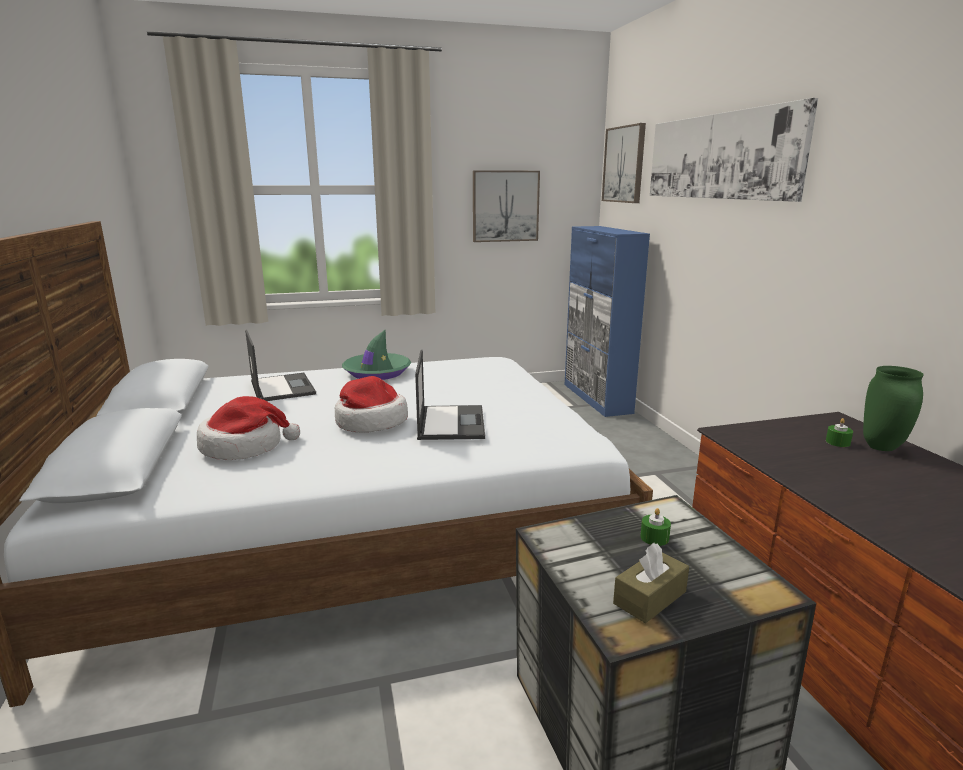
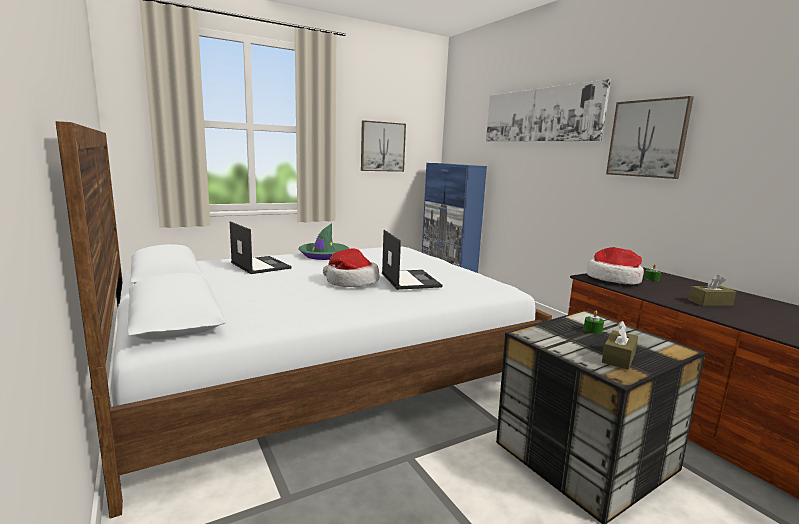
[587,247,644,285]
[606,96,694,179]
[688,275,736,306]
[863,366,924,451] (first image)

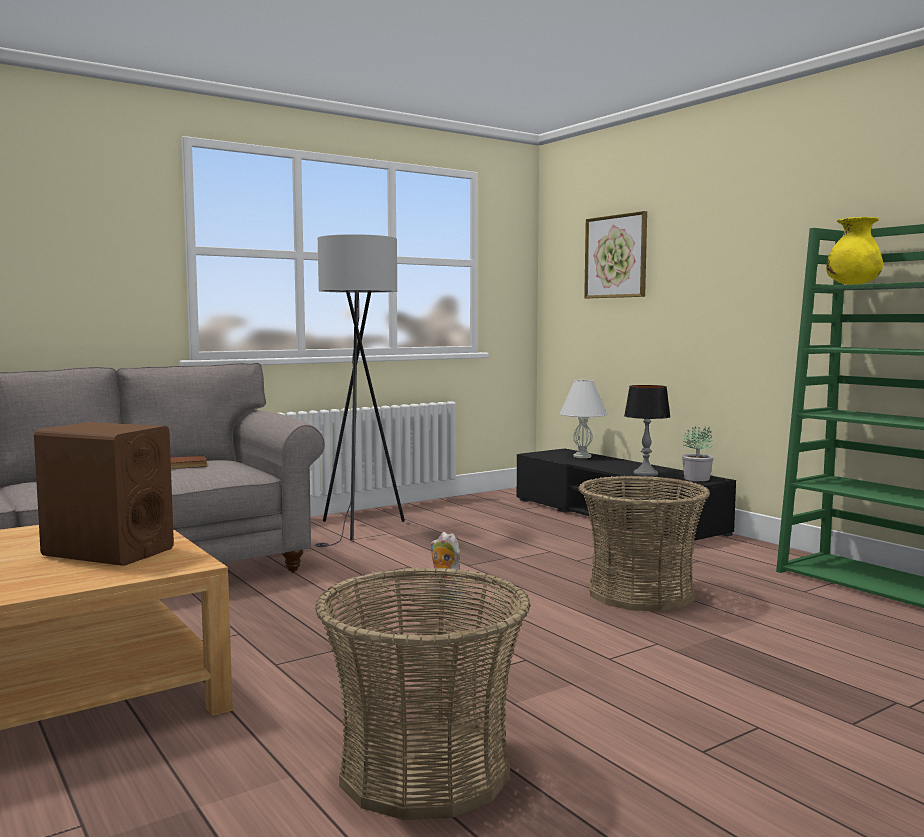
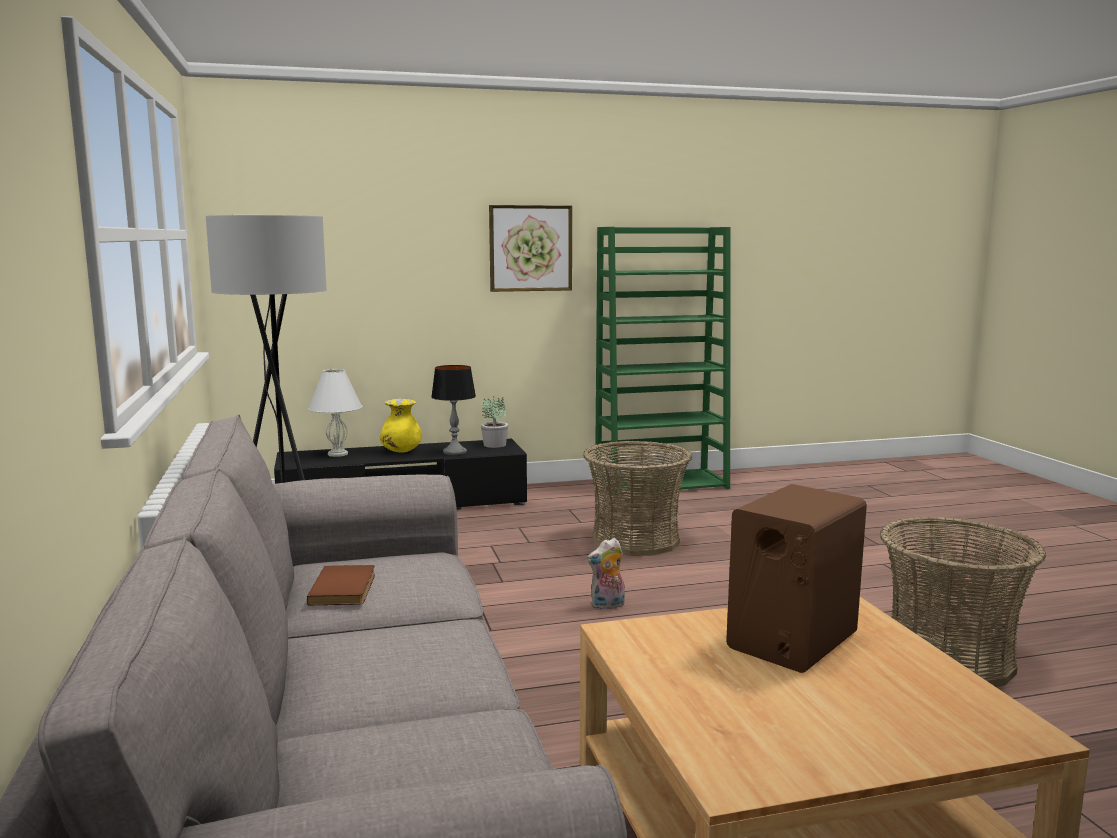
[380,399,422,453]
[489,205,572,292]

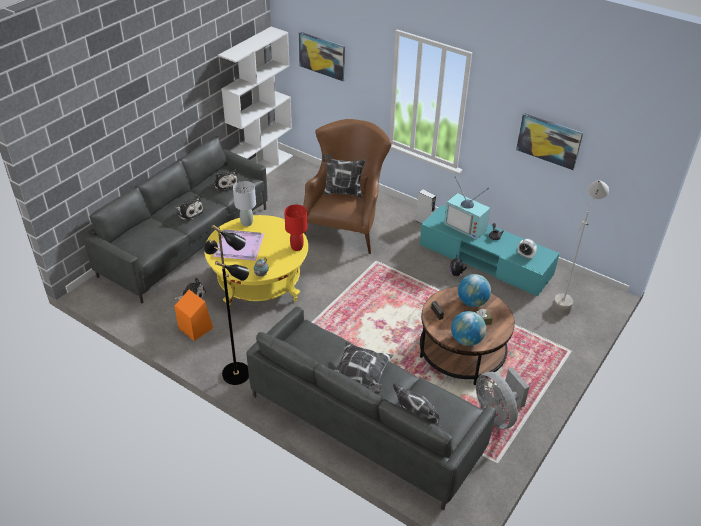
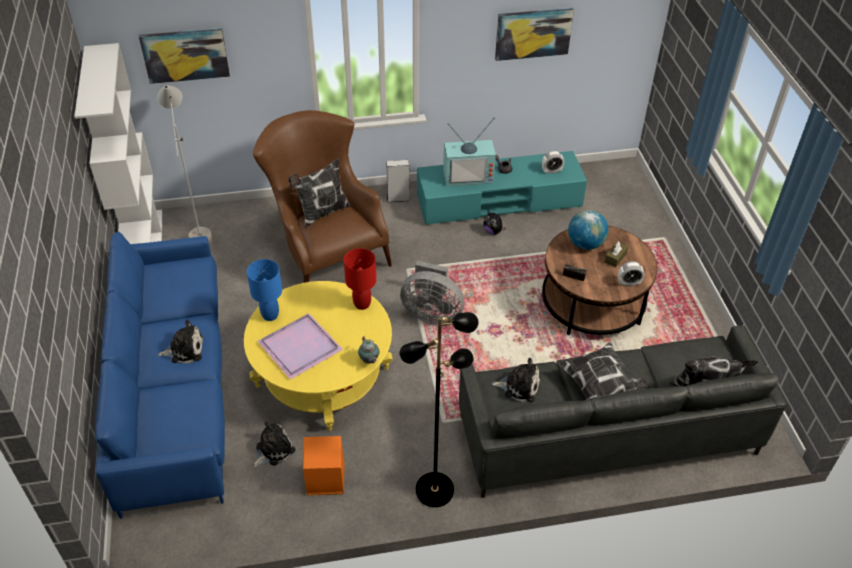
[95,232,225,519]
[157,85,214,250]
[247,259,282,321]
[400,261,465,325]
[492,358,540,402]
[618,261,644,286]

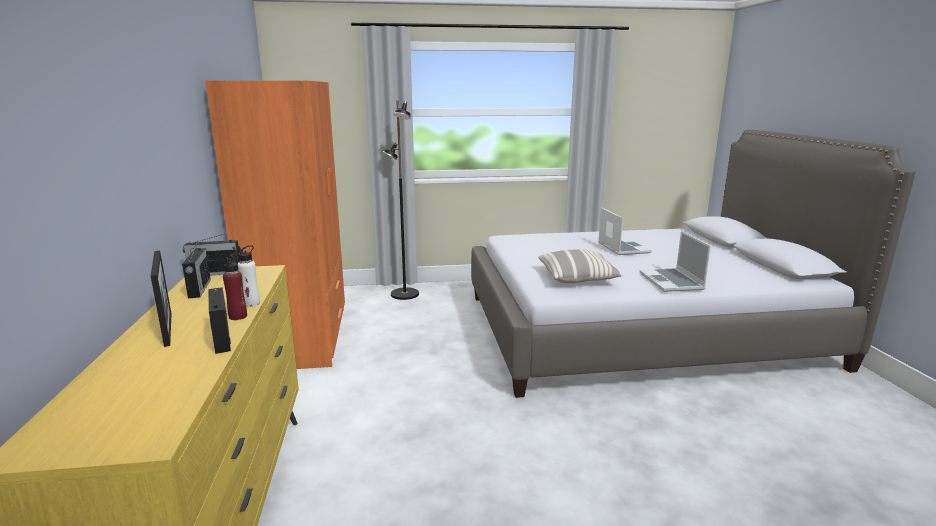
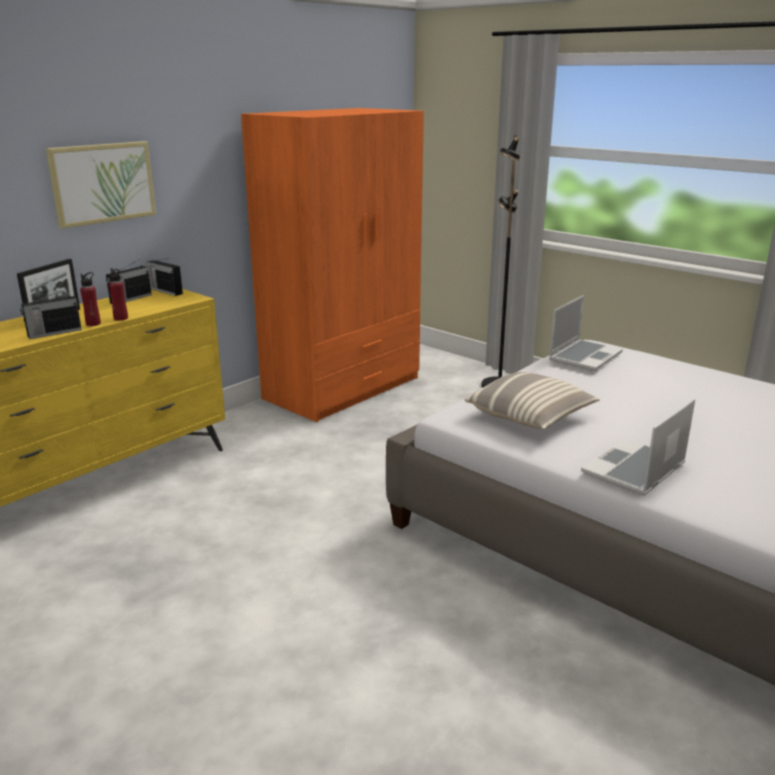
[20,290,82,339]
[46,141,156,229]
[109,268,128,321]
[549,295,623,371]

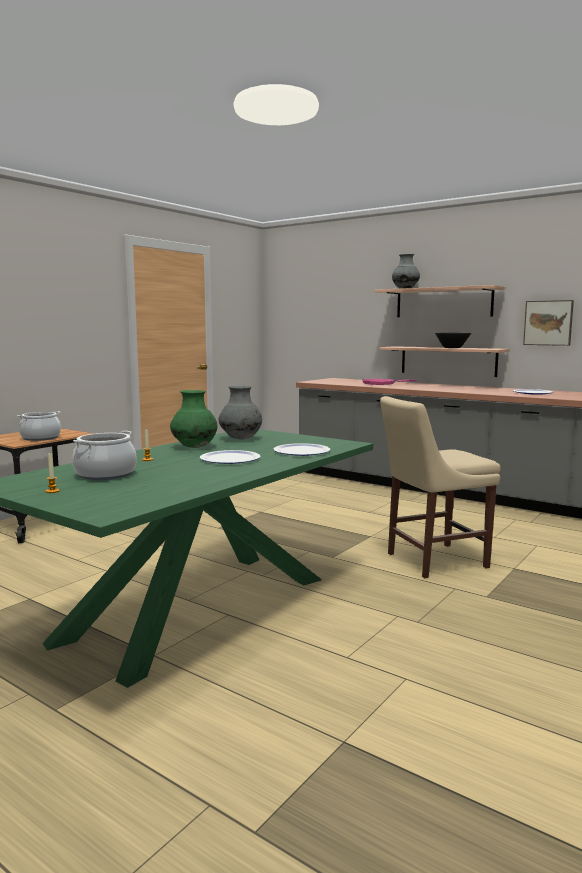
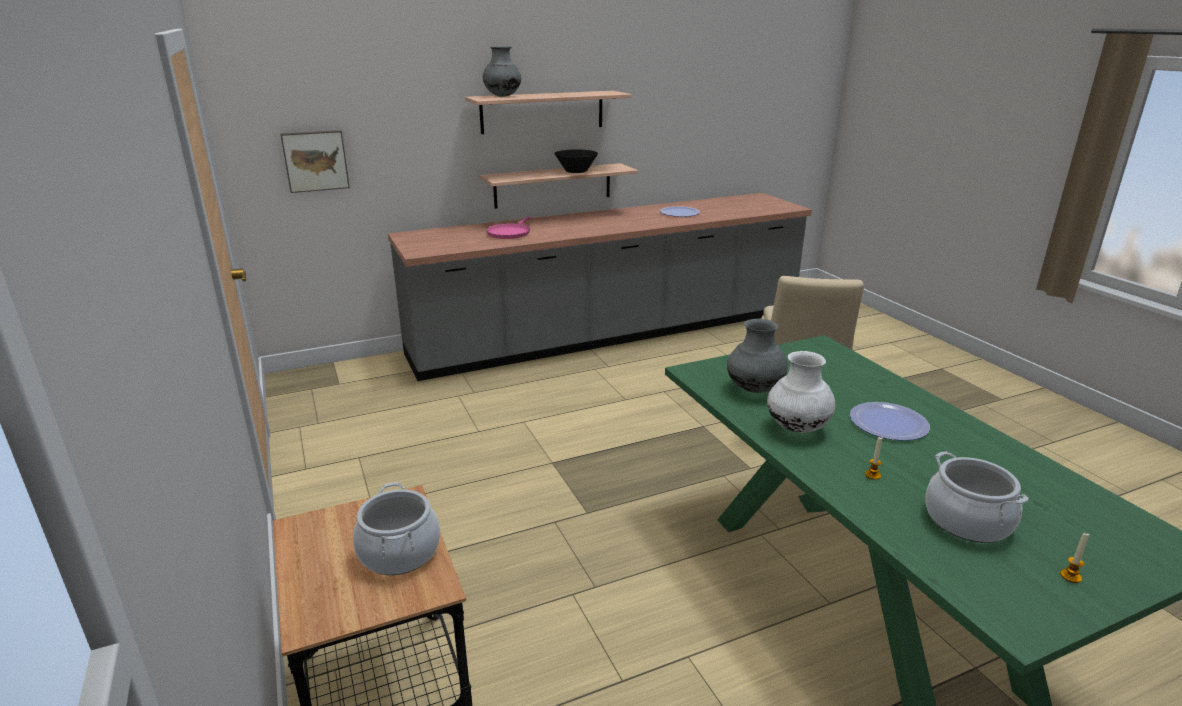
[280,130,350,193]
[767,351,835,433]
[273,443,330,456] (first image)

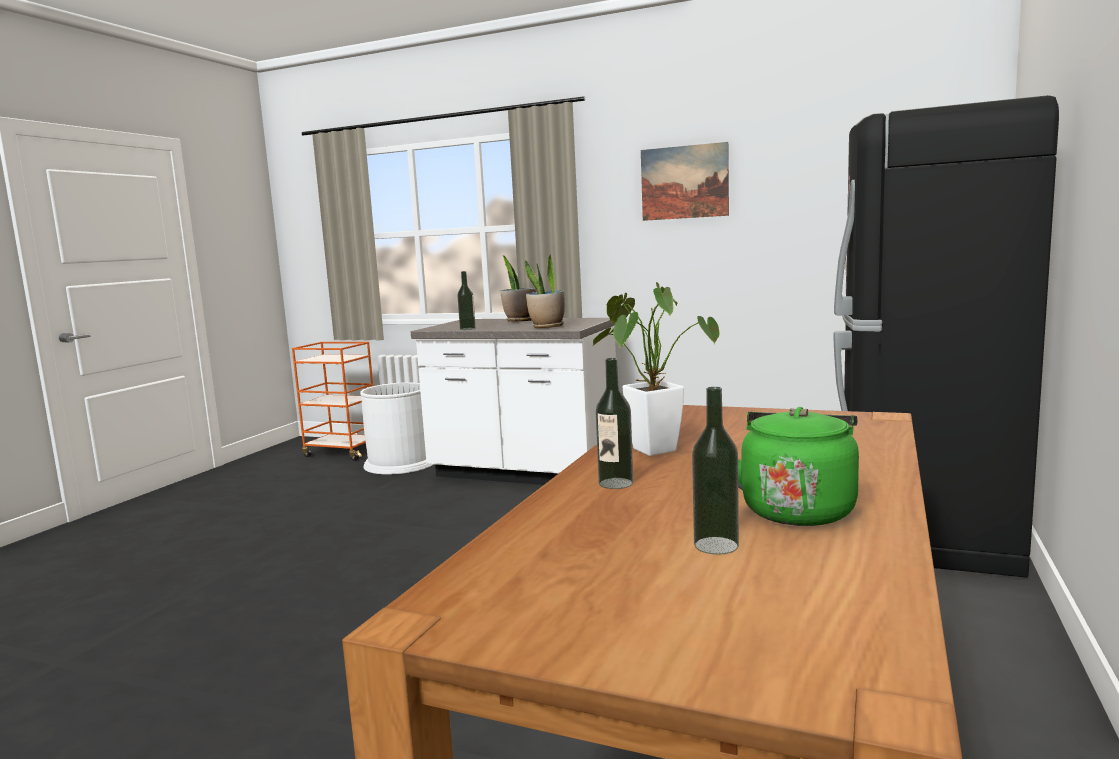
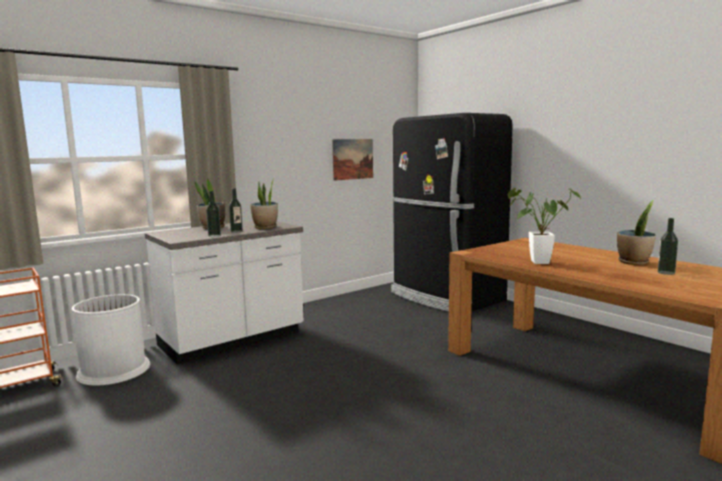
[229,189,243,233]
[332,139,373,181]
[617,200,656,265]

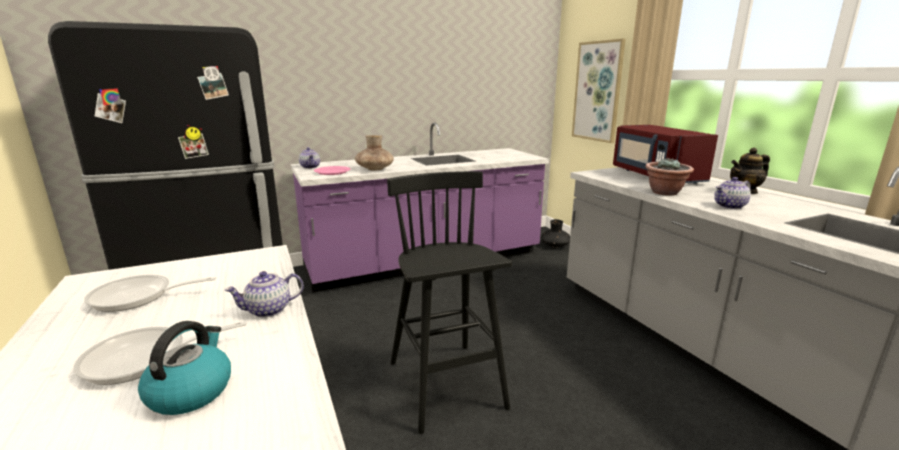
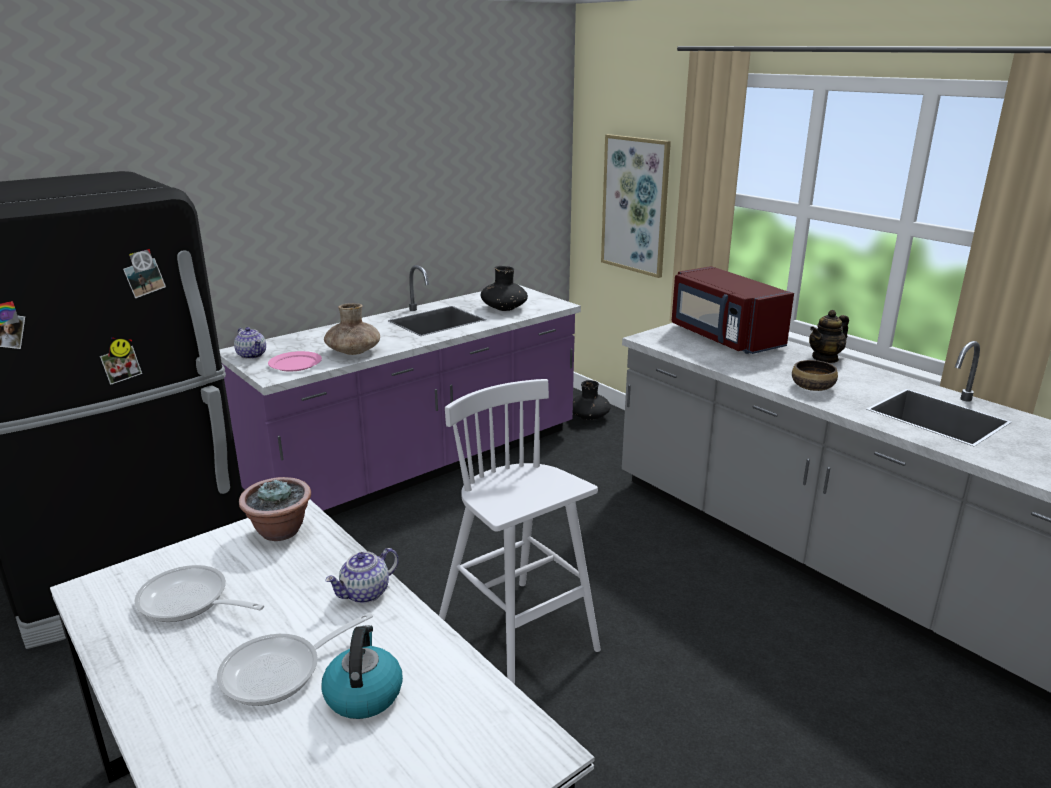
[134,565,264,622]
[239,477,311,541]
[439,379,601,684]
[481,266,528,311]
[792,360,838,391]

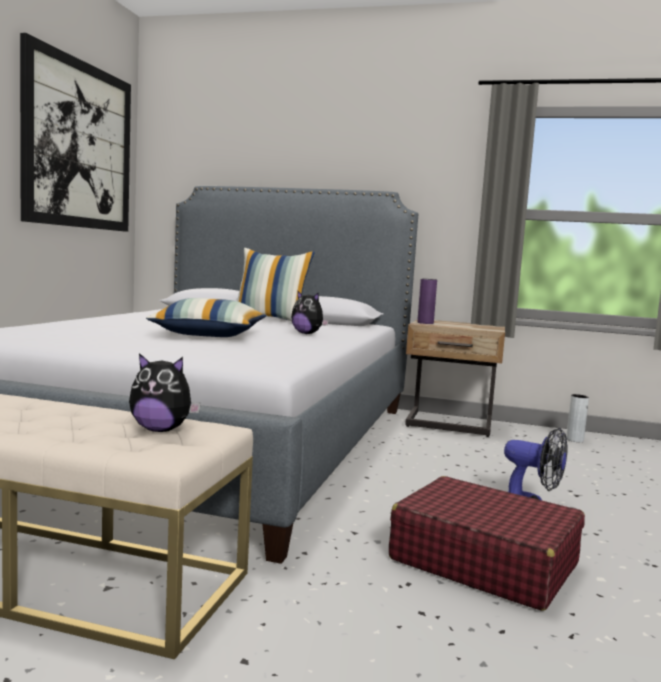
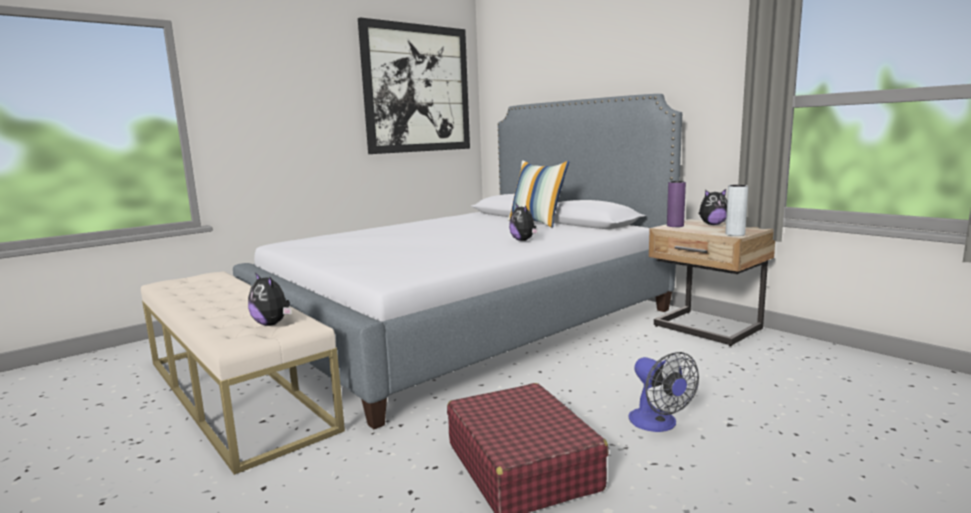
[698,189,727,225]
[726,185,748,236]
[146,298,266,337] (first image)

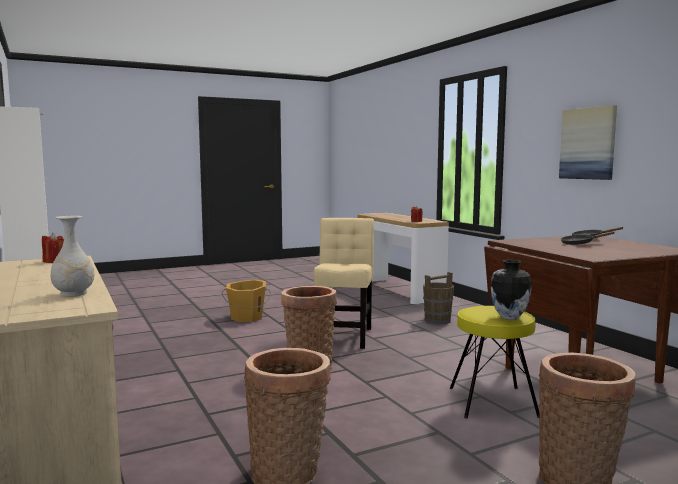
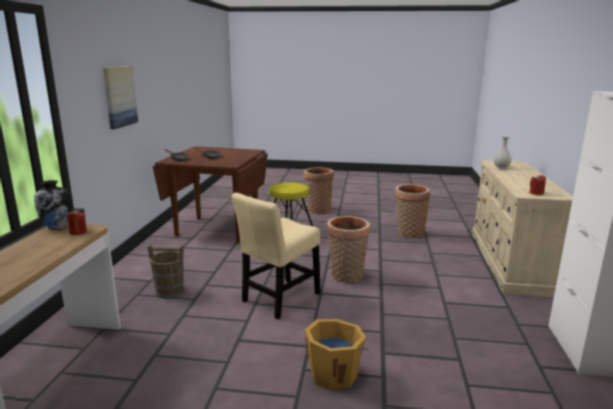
[34,180,71,229]

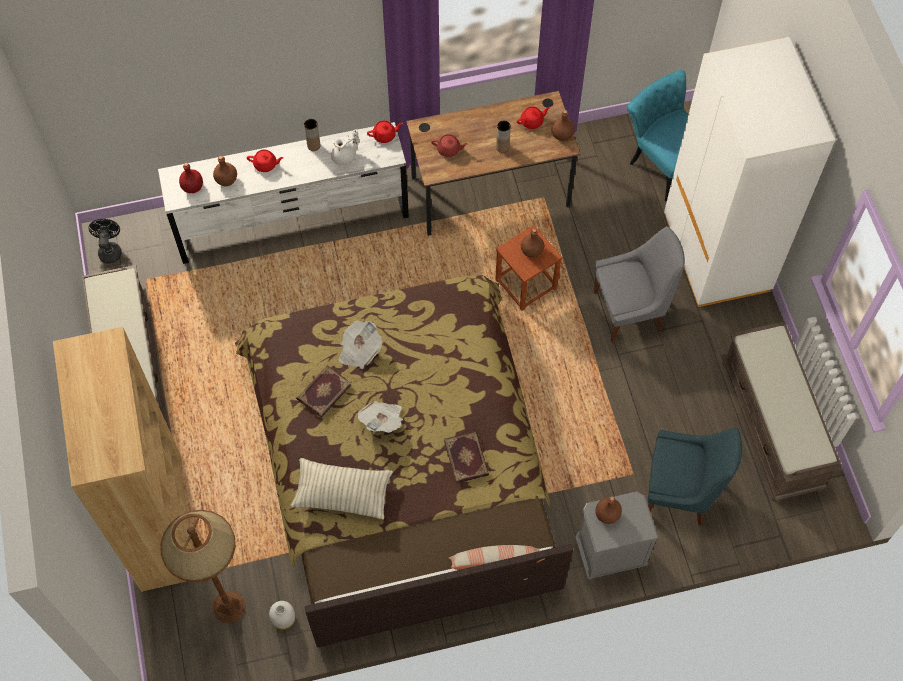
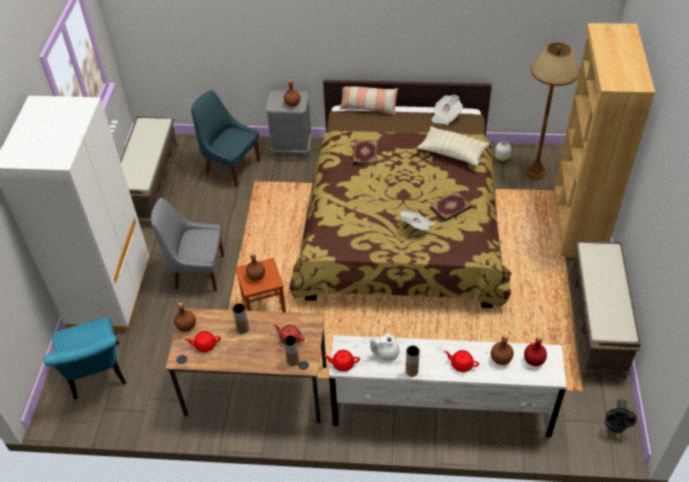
[284,335,299,366]
[432,95,463,125]

